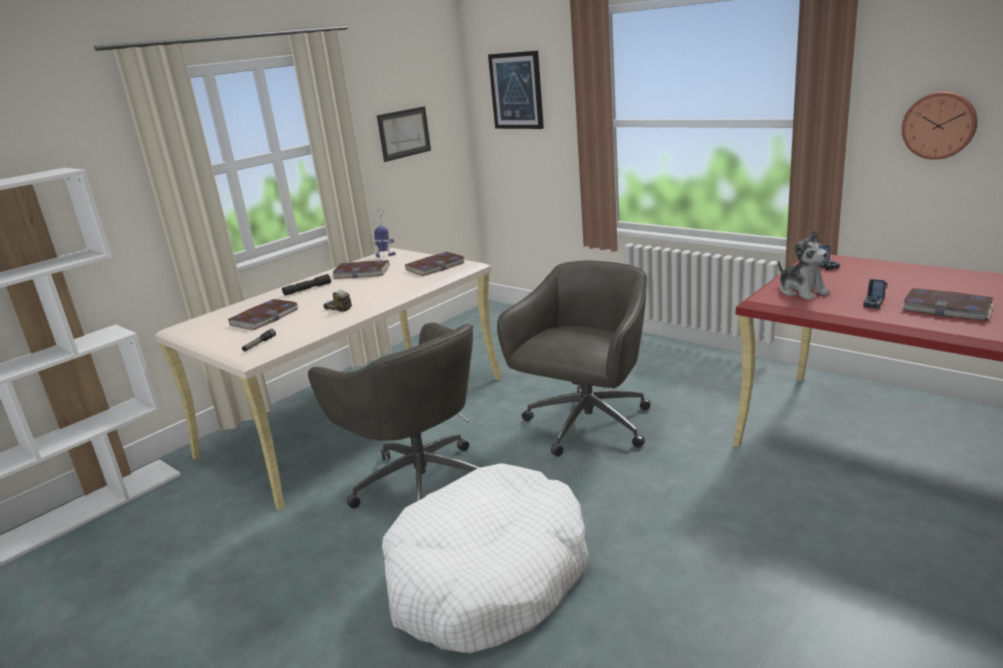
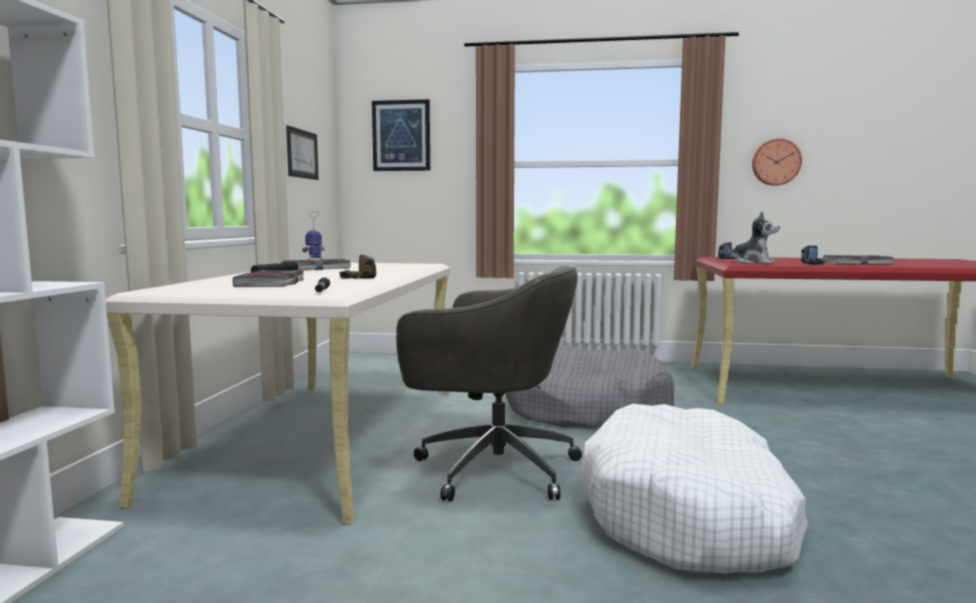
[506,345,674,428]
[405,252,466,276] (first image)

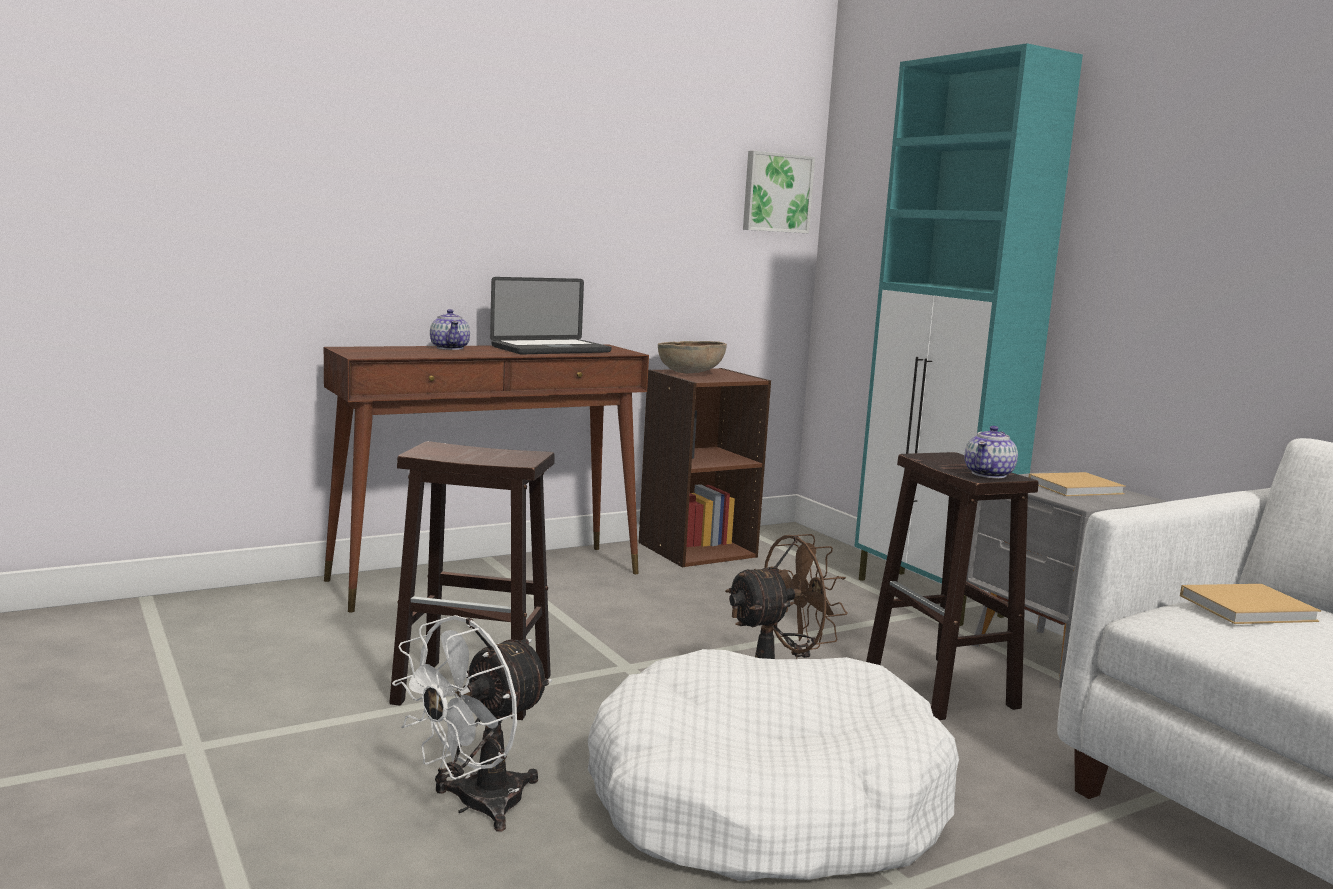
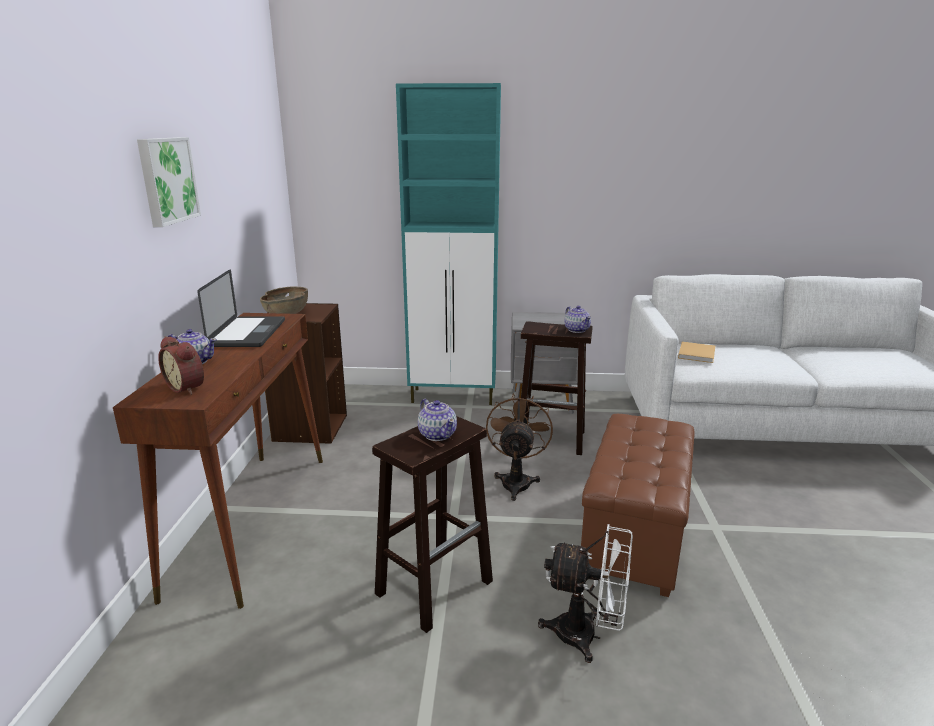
[137,137,201,227]
[158,336,204,395]
[418,399,457,441]
[538,524,633,663]
[581,414,695,597]
[1028,472,1126,496] (first image)

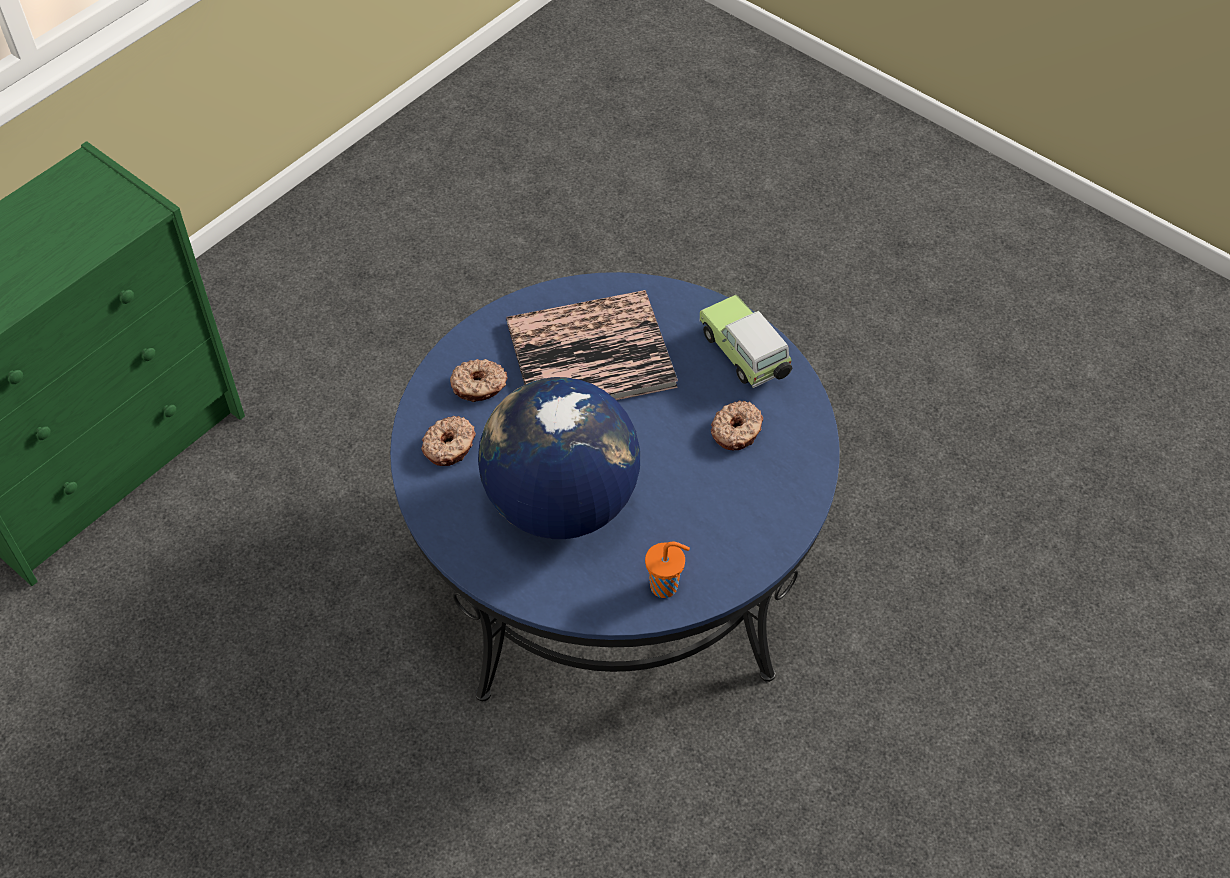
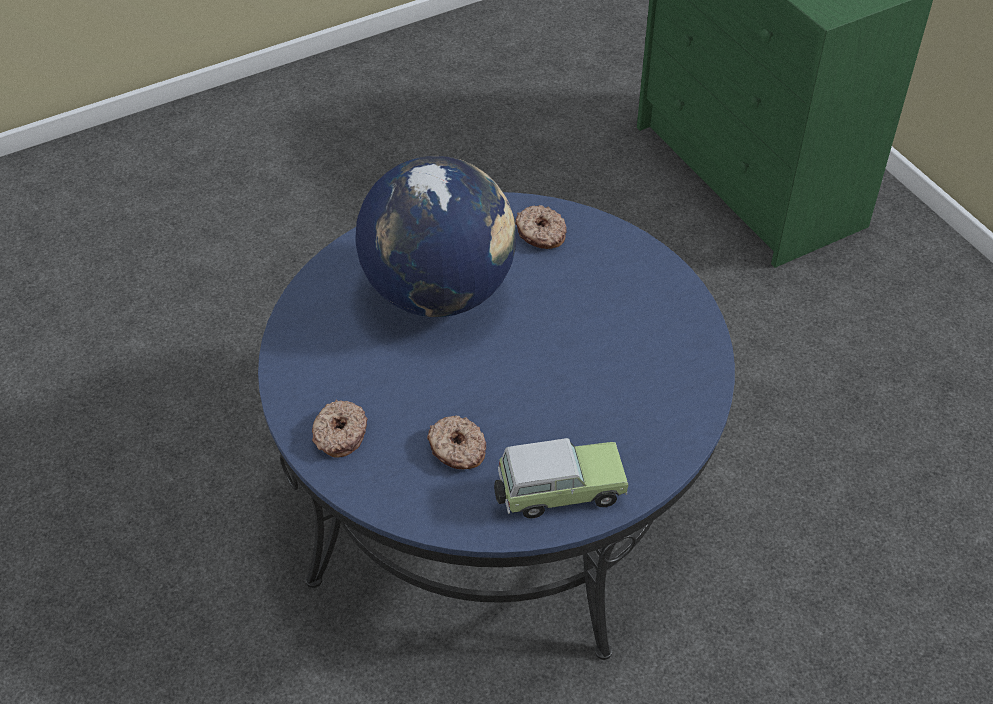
[312,399,368,458]
[506,290,678,400] (first image)
[645,542,690,598] (first image)

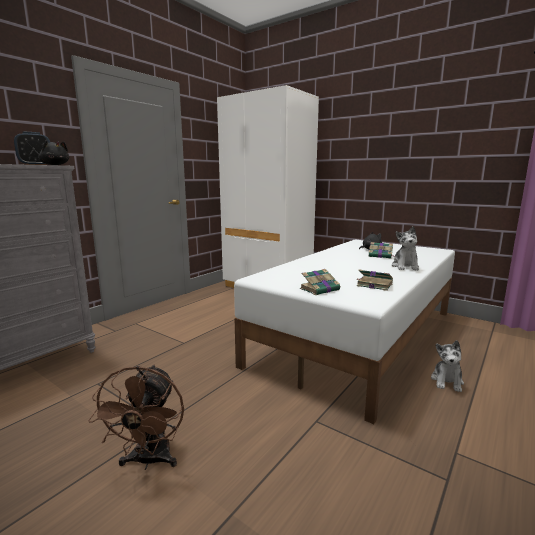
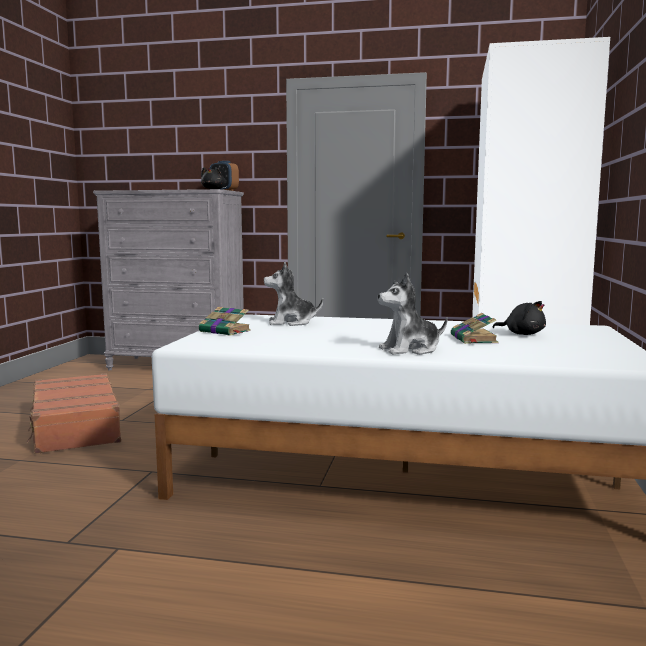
[27,373,121,454]
[264,262,323,326]
[356,269,393,291] (first image)

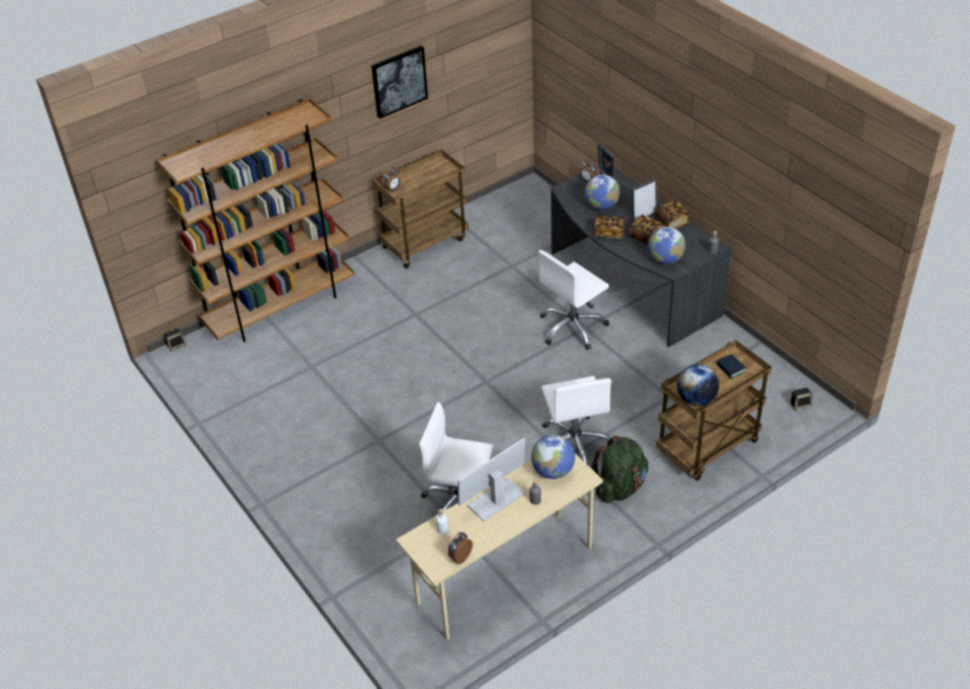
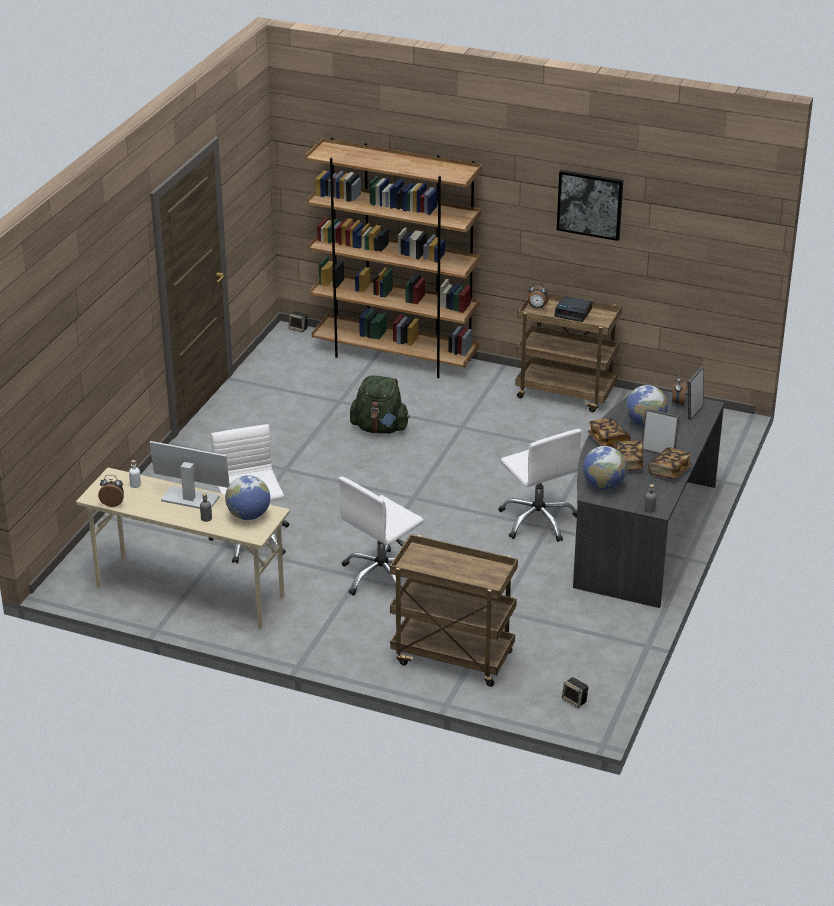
[350,375,410,434]
[498,429,582,542]
[555,296,592,322]
[677,364,719,406] (first image)
[717,354,746,379] (first image)

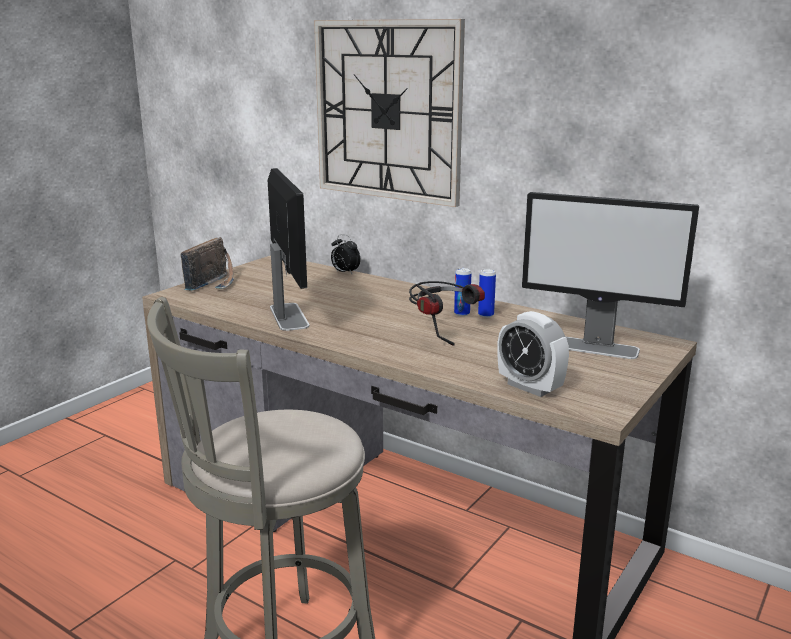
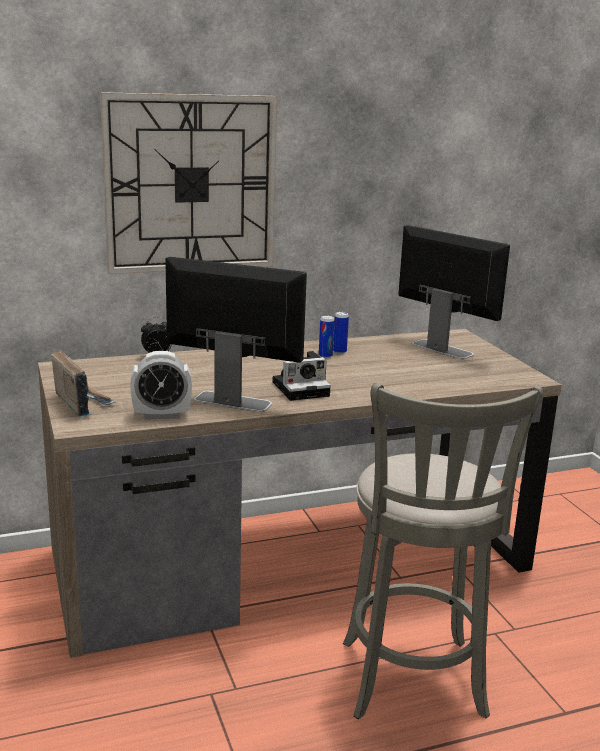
[130,351,192,419]
[273,351,331,401]
[398,225,510,359]
[409,281,485,346] (first image)

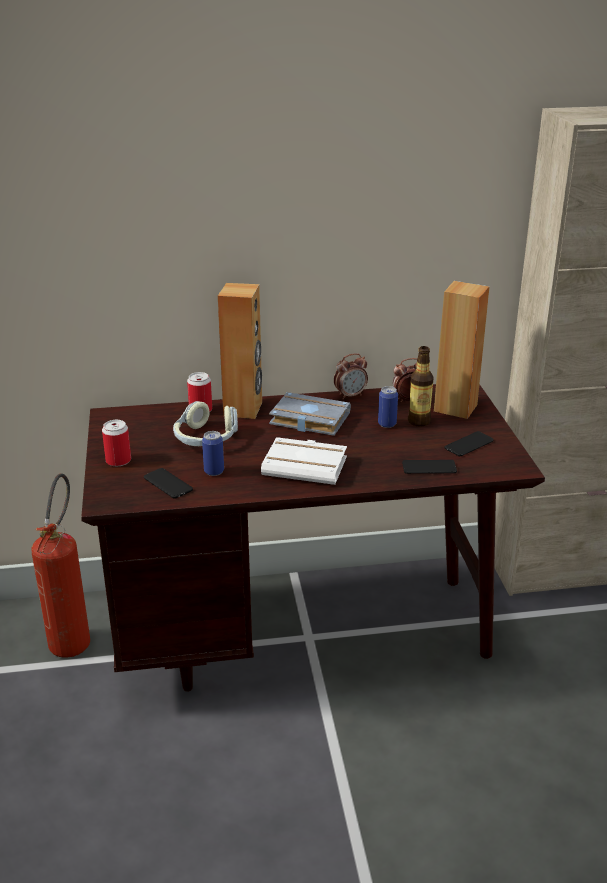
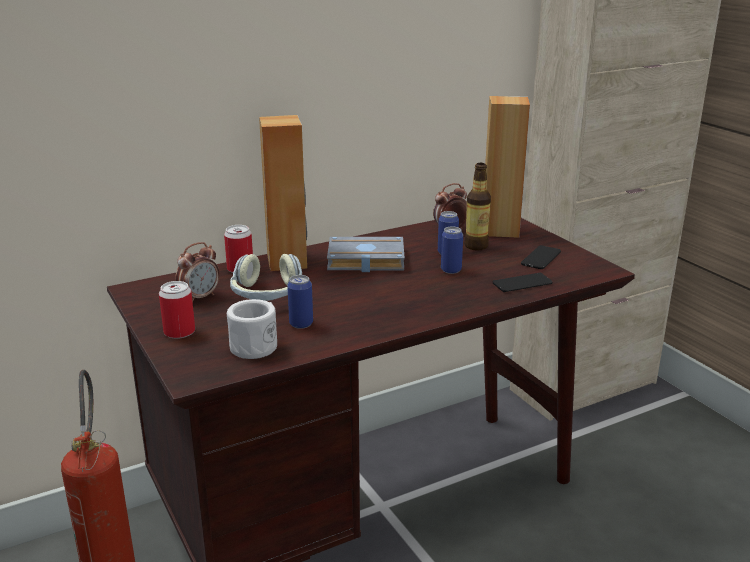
[176,242,219,302]
[227,299,277,359]
[441,227,463,274]
[261,437,347,485] (first image)

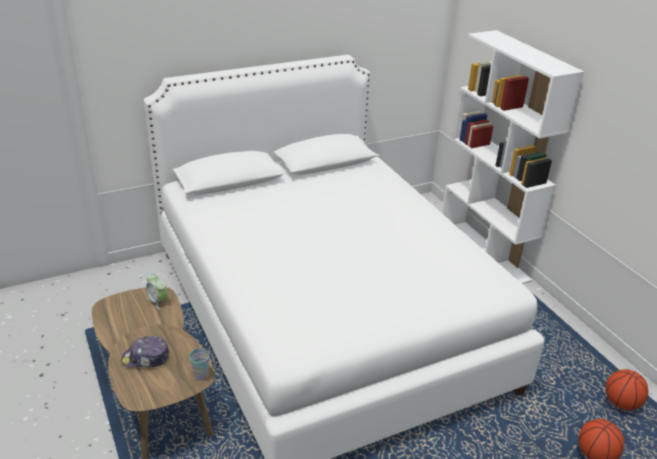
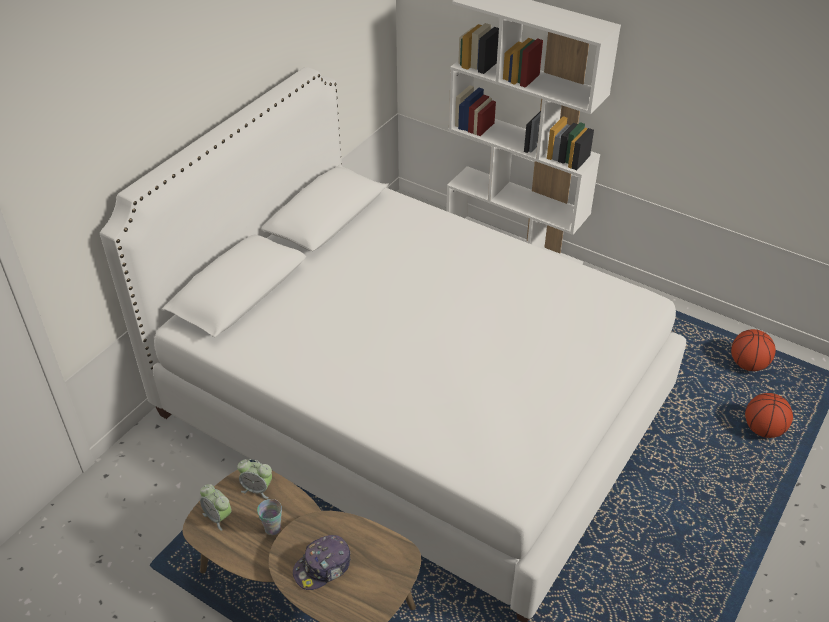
[200,484,231,531]
[257,499,282,535]

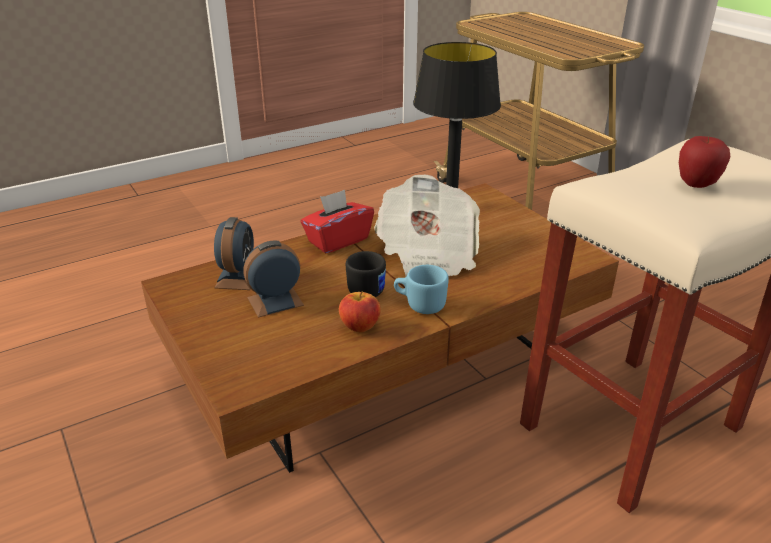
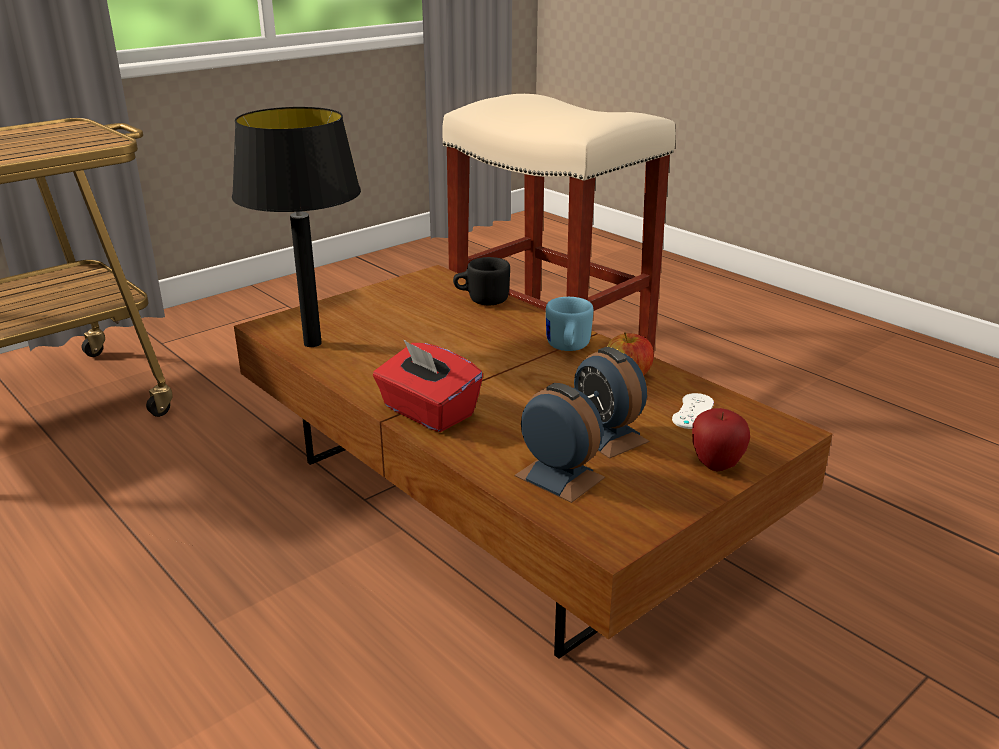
[453,257,510,305]
[514,383,605,503]
[672,393,714,429]
[692,408,750,471]
[374,175,480,277] (first image)

